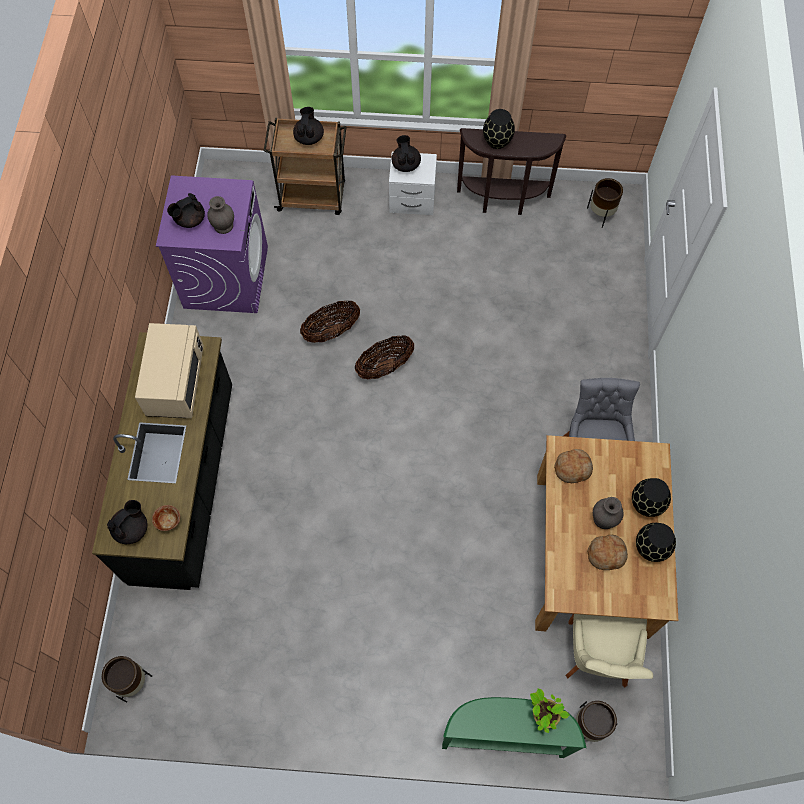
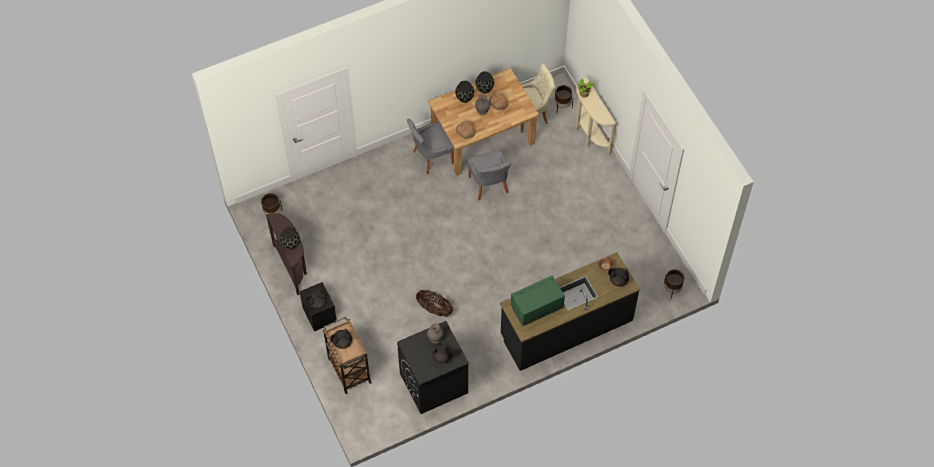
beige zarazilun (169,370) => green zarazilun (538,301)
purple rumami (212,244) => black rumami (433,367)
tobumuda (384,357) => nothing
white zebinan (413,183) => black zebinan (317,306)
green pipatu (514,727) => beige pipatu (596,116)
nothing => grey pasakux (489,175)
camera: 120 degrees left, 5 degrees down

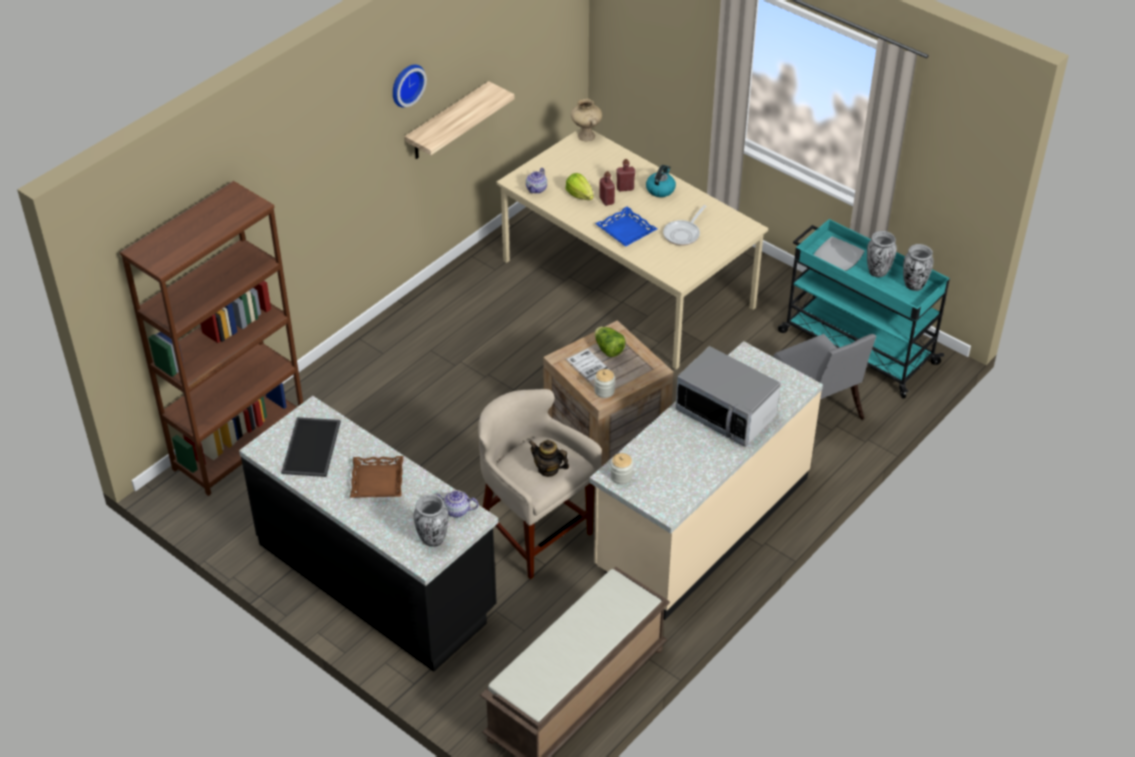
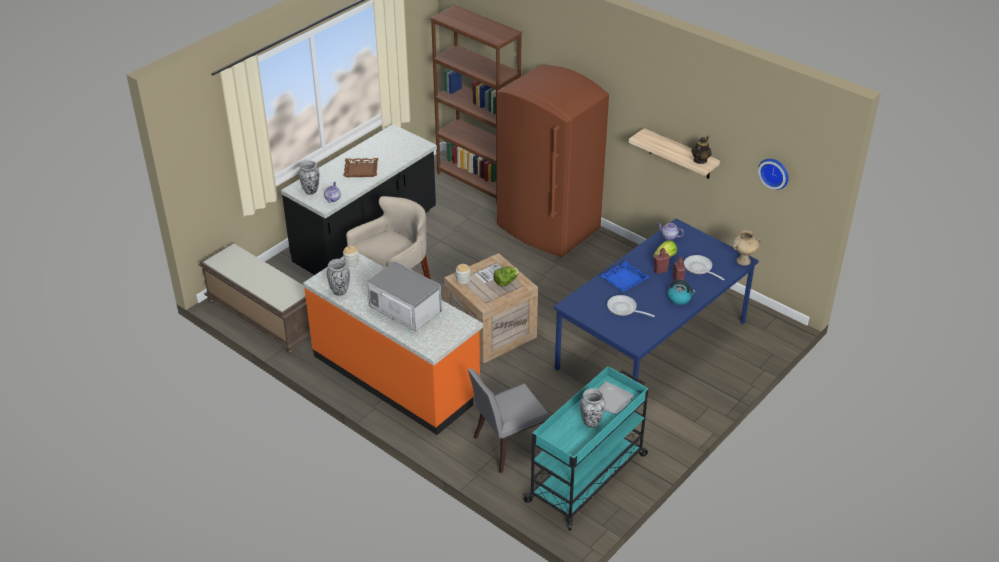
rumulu (311,447) => nothing
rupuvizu (410,86) => rupuvizu (773,174), relocated
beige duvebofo (632,248) => blue duvebofo (656,300)
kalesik (548,458) => kalesik (701,150), relocated
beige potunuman (706,480) => orange potunuman (393,344)
zarazilun (728,396) => zarazilun (404,296), 90 degrees clockwise
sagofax (918,267) => sagofax (338,277), relocated
nothing => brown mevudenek (553,161)
nothing => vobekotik (704,267)
camera: 90 degrees right, 5 degrees down

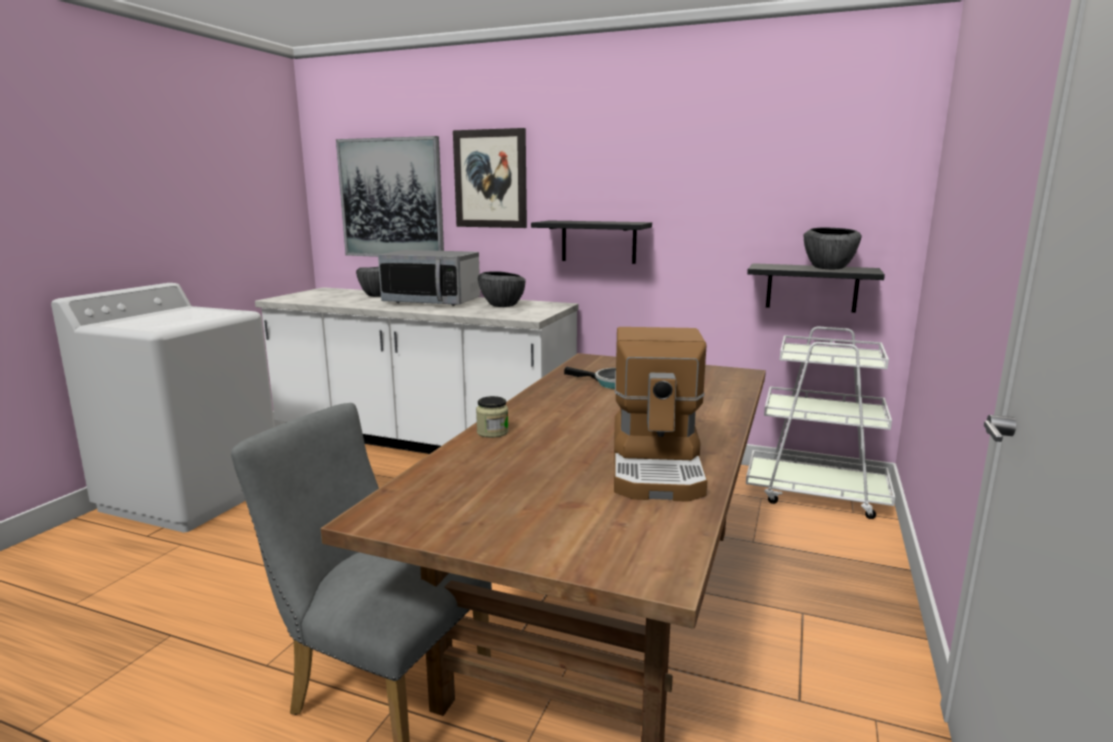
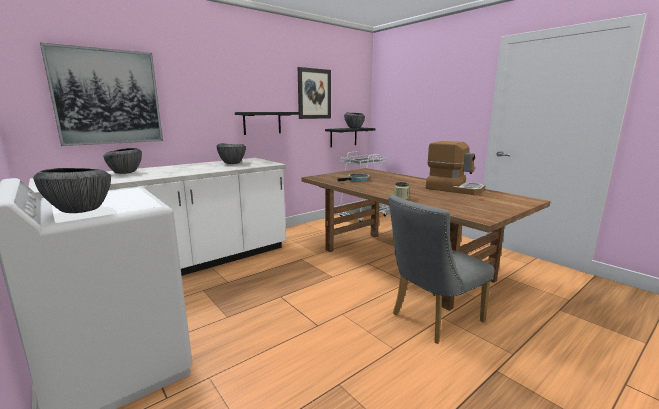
zarazilun (429,278) => nothing
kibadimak (490,178) => kibadimak (314,93), relocated
nothing => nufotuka (72,190)
camera: 60 degrees left, 0 degrees up

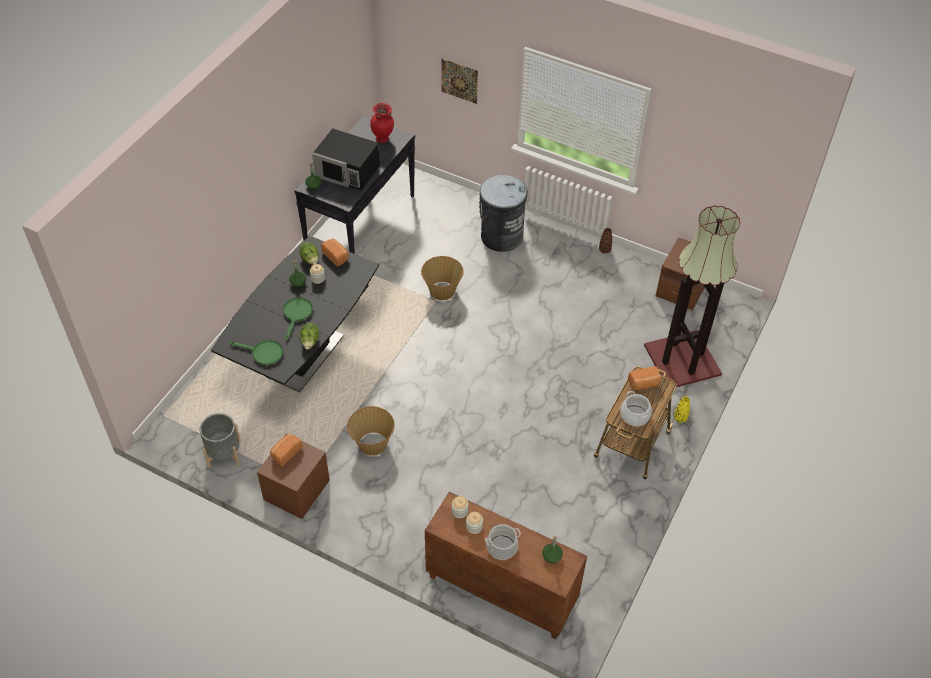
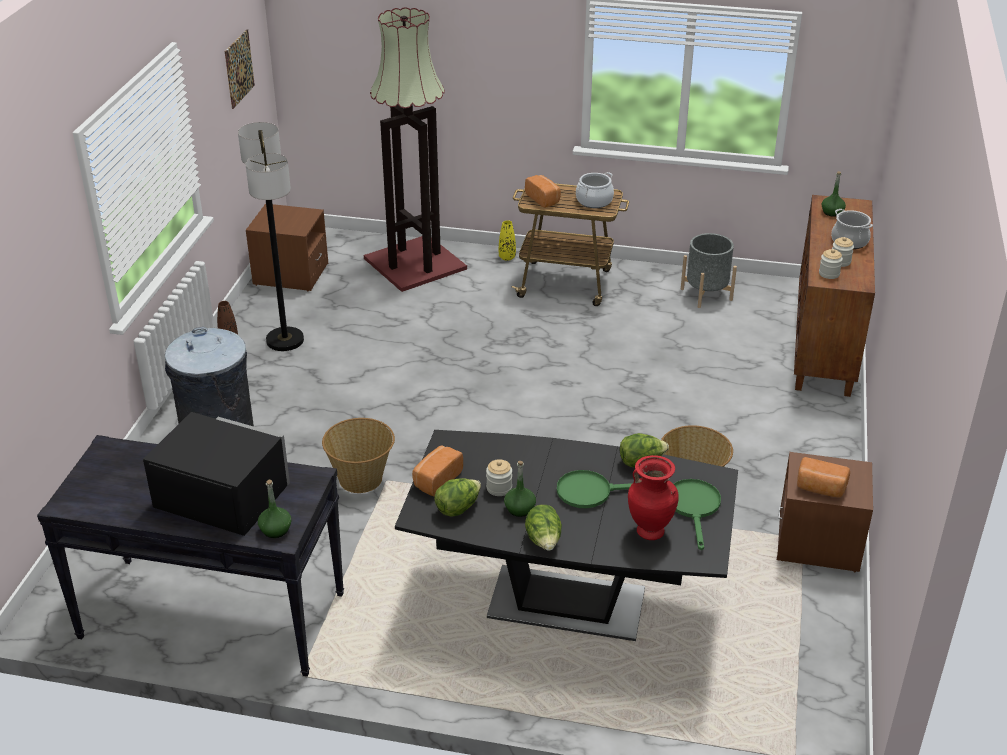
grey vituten (220,440) => grey vituten (709,270), relocated
black zarazilun (346,159) => black zarazilun (216,474), 75 degrees counterclockwise
red sagofax (382,123) => red sagofax (653,497), relocated
kibadimak (459,81) => kibadimak (240,69), relocated
nothing => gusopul (271,236)
nothing => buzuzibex (543,528)
camera: 105 degrees left, 15 degrees down

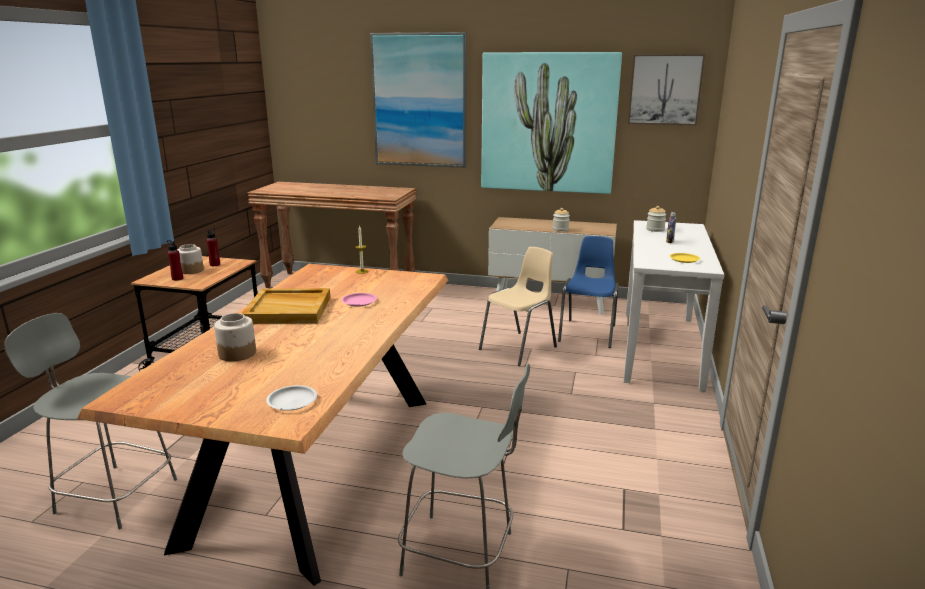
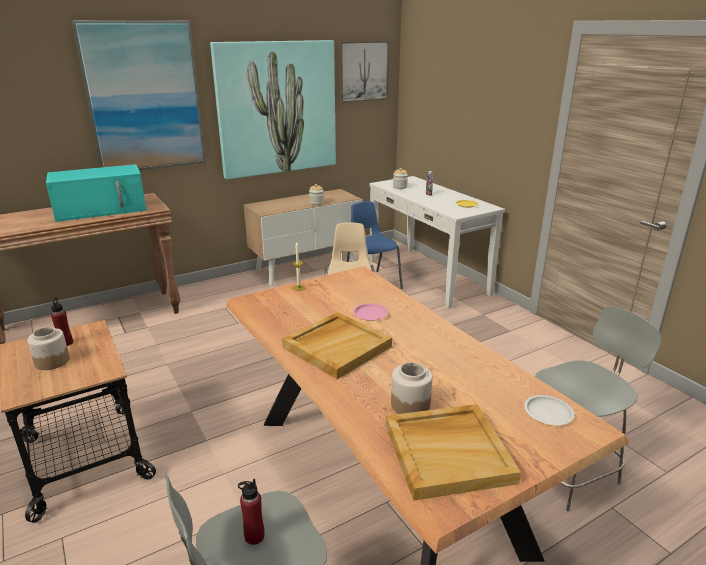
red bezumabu (175,260) => red bezumabu (251,512), relocated
nothing => turquoise zarazilun (96,193)
nothing => beige rumulu (453,452)
camera: 45 degrees left, 5 degrees up

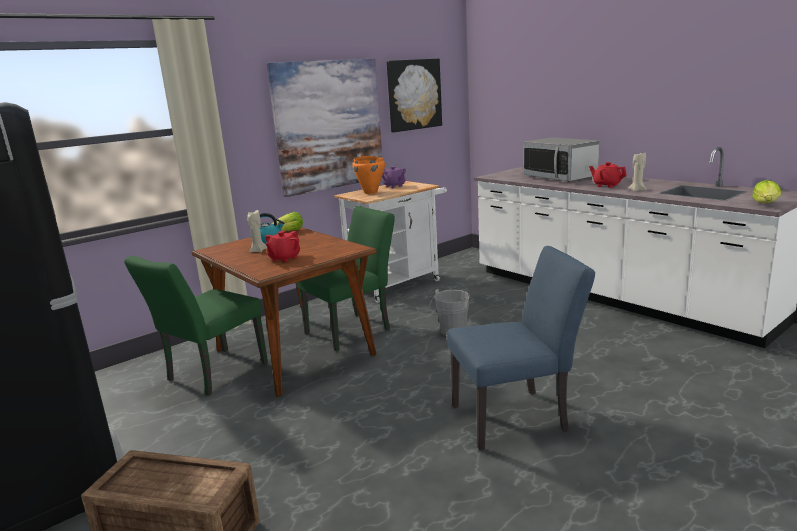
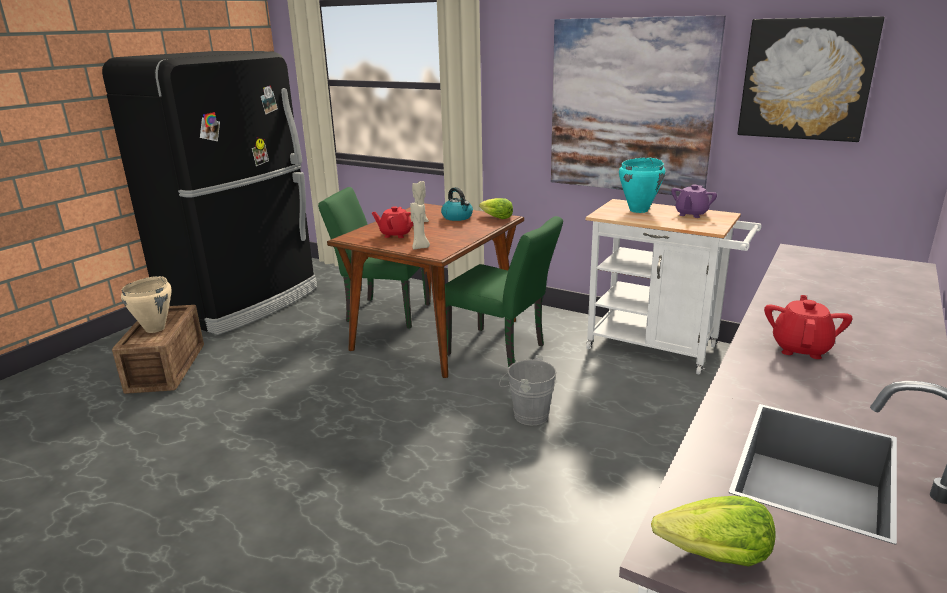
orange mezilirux (368,175) => turquoise mezilirux (642,185)
blue pasakux (521,348) => nothing
zarazilun (561,159) => nothing
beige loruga (637,172) => beige loruga (420,225), relocated
nothing => beige mezilirux (146,304)
camera: 70 degrees right, 5 degrees up

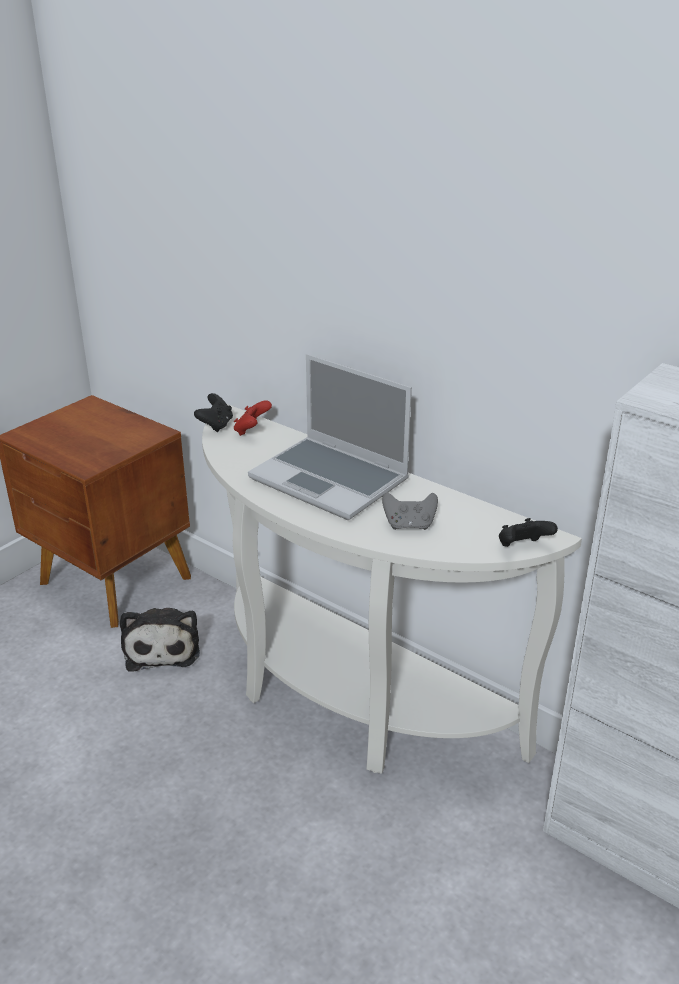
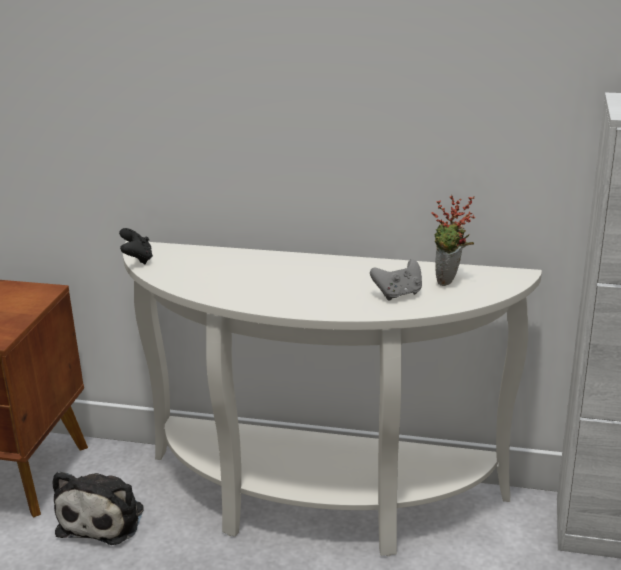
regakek (160,640) => regakek (98,508), 45 degrees clockwise
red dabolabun (253,418) => nothing
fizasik (330,437) => nothing
black dabolabun (528,532) => nothing
nothing => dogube (453,240)
camera: 25 degrees left, 5 degrees down

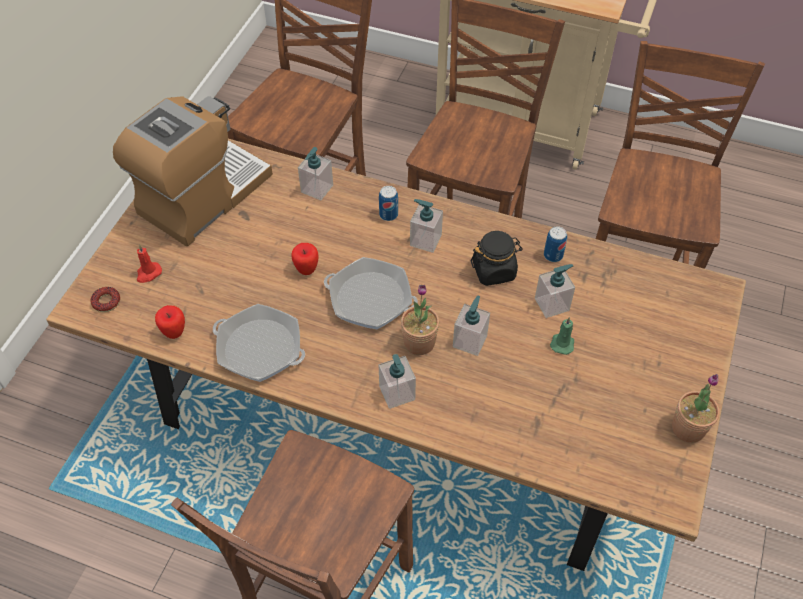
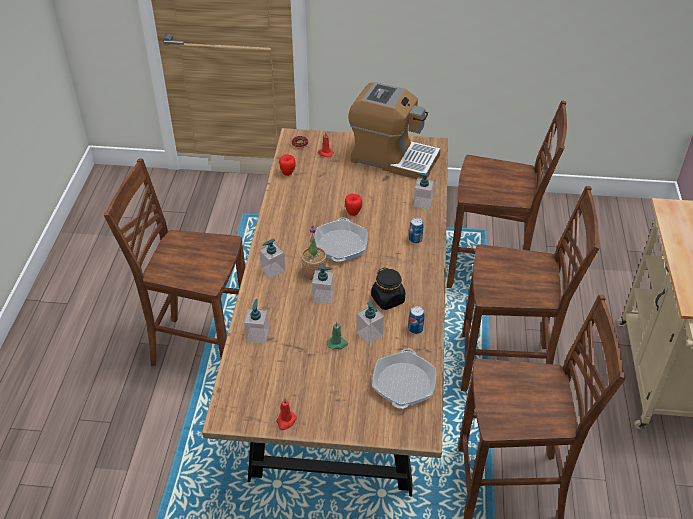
vobekotik (259,343) => vobekotik (404,378), relocated
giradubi (426,226) => giradubi (256,321), relocated
dogube (696,408) => red loruga (287,414)
camera: 75 degrees right, 10 degrees down

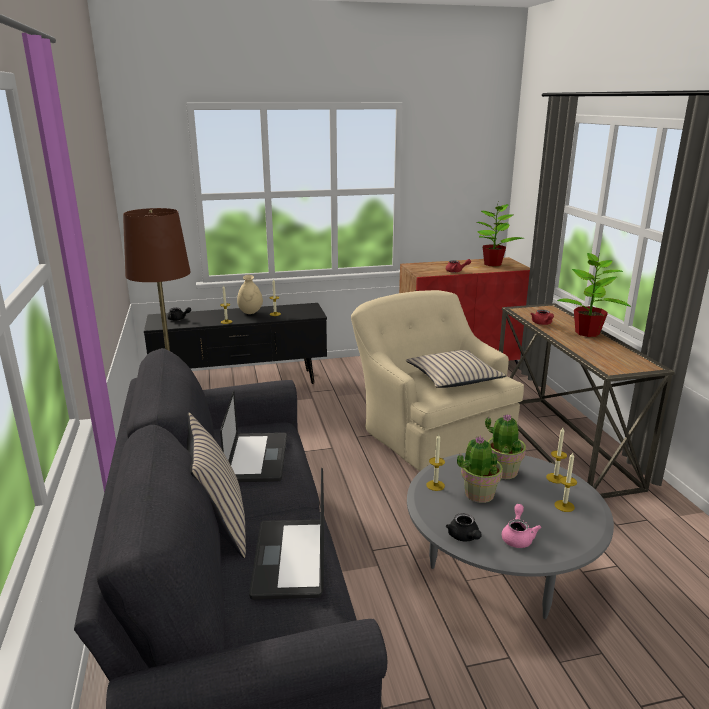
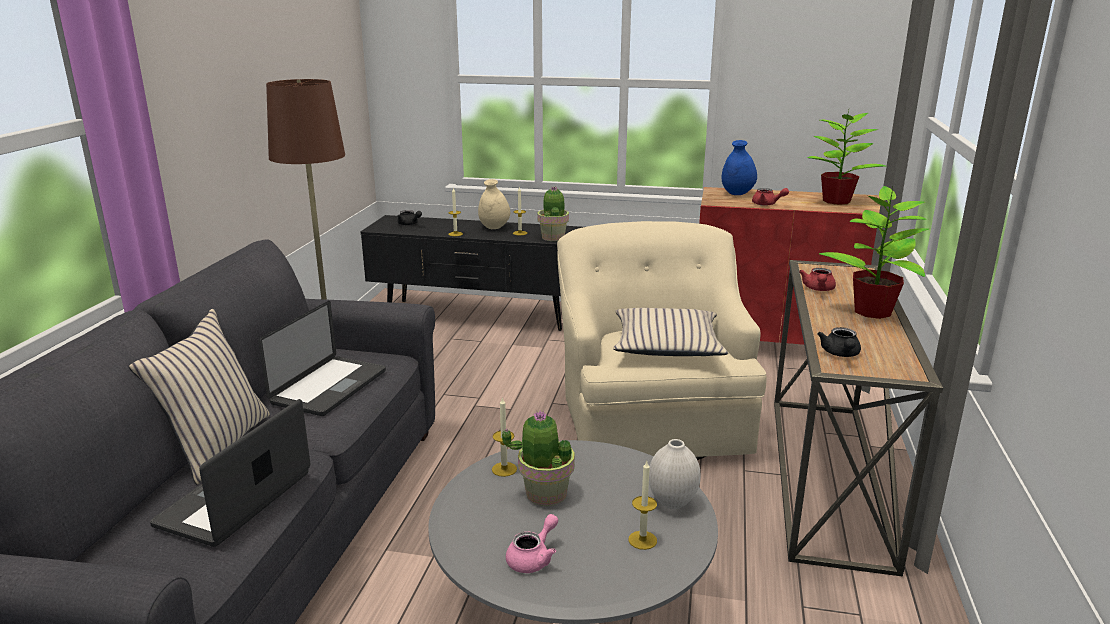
black kalesik (464,527) => black kalesik (839,342), relocated
dogube (505,446) => dogube (553,213), relocated
loruga (556,455) => white sagofax (675,474)
nothing => blue sagofax (739,167)
camera: 25 degrees right, 0 degrees up

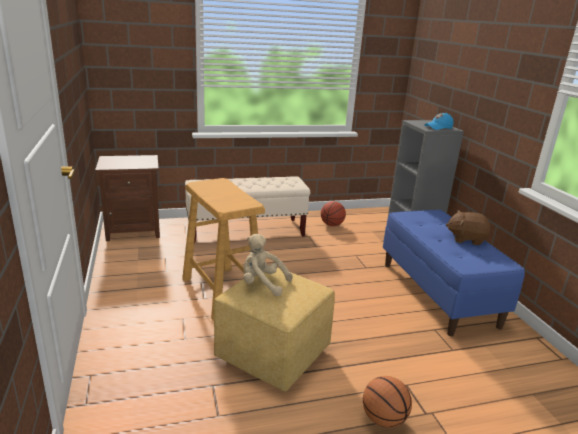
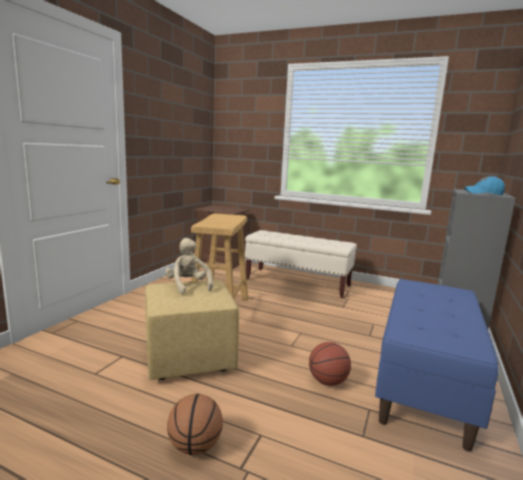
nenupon (333,213) => nenupon (330,364), relocated
brown regakek (468,227) => nothing
camera: 40 degrees right, 10 degrees down

